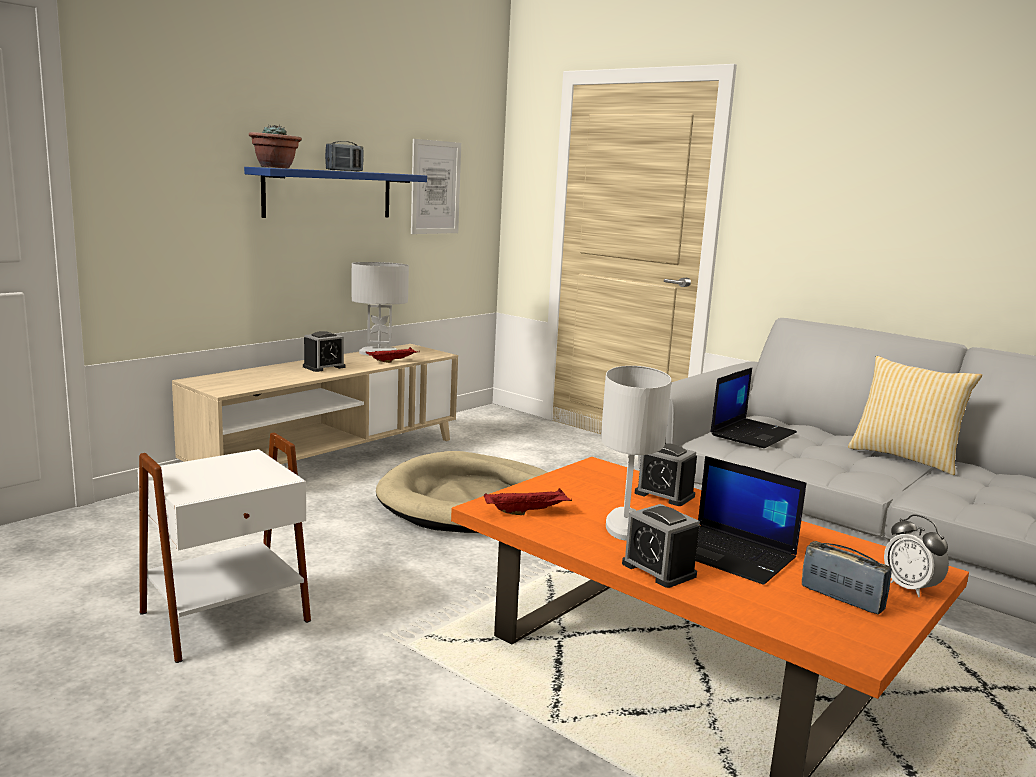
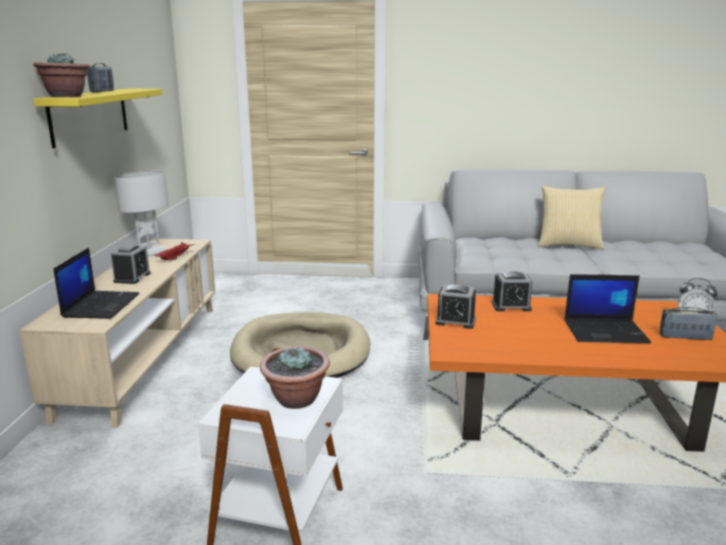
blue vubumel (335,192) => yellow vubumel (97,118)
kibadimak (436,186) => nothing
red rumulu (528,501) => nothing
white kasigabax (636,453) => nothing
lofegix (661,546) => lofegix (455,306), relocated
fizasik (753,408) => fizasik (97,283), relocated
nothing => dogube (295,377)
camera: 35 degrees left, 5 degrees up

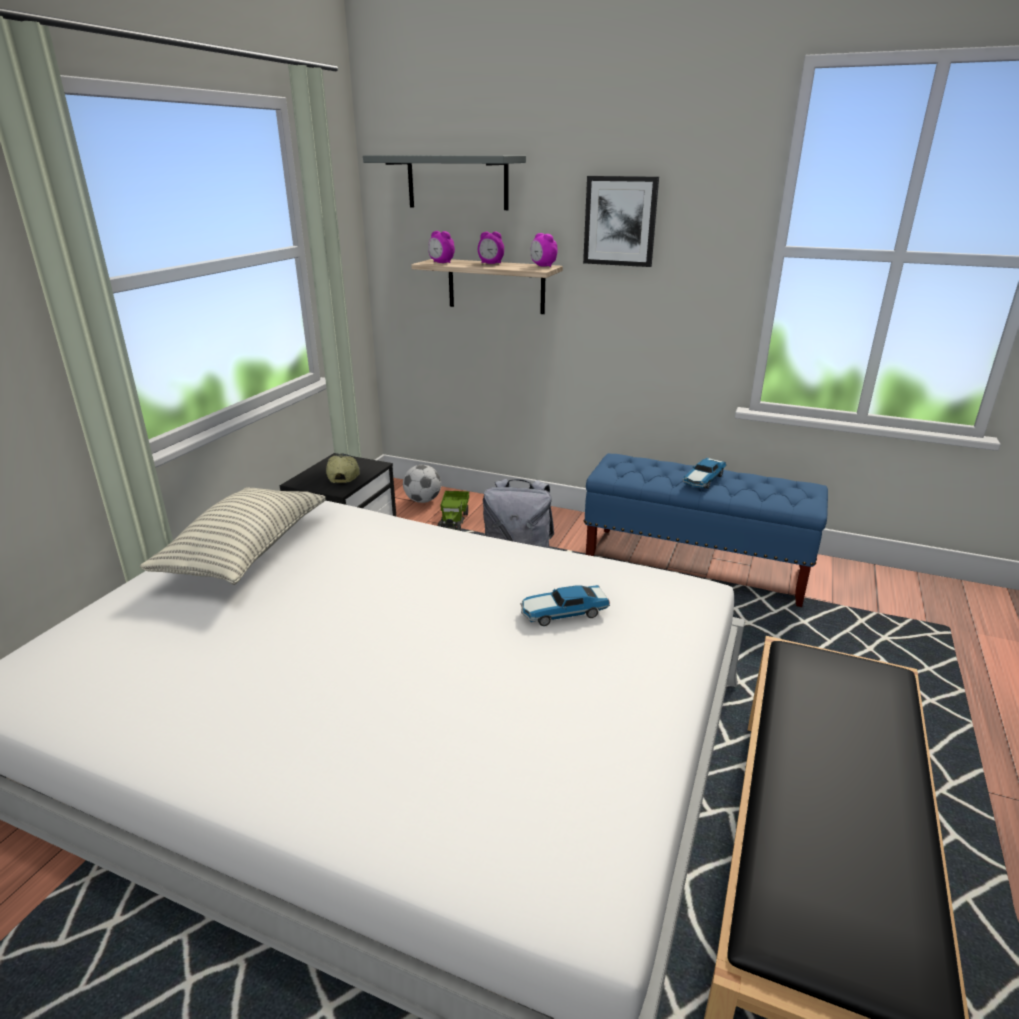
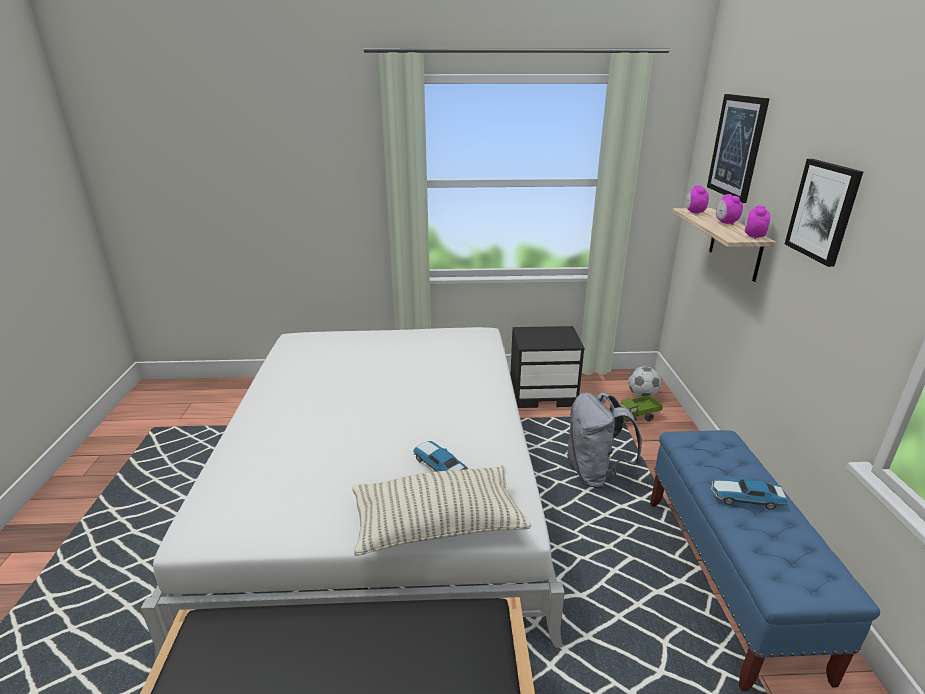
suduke (233,536) => suduke (441,510), relocated
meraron (343,468) => nothing
grey vubumel (444,182) => kibadimak (738,148)
camera: 65 degrees right, 0 degrees up

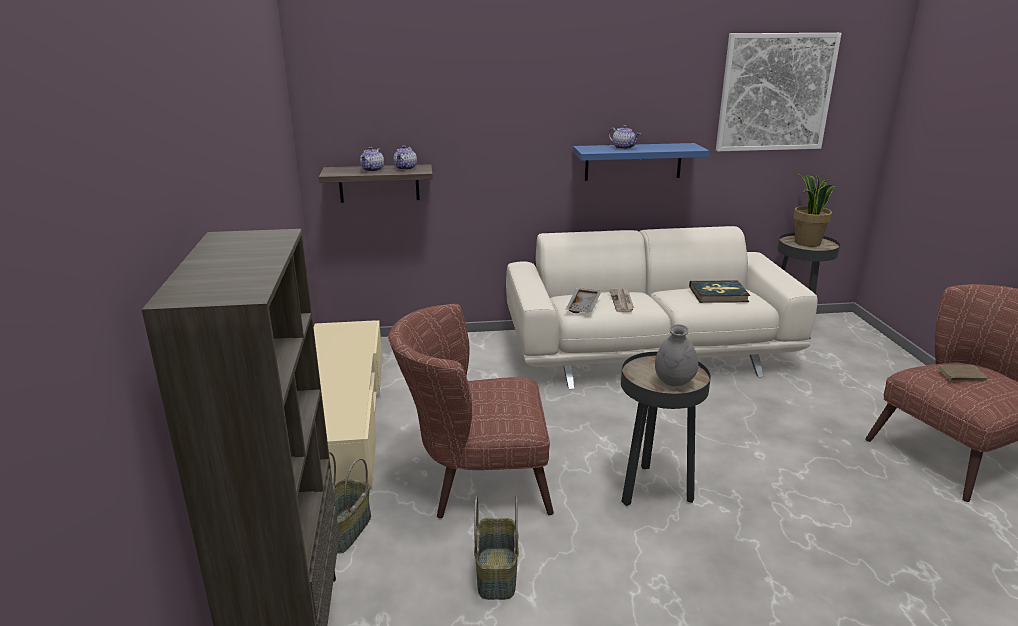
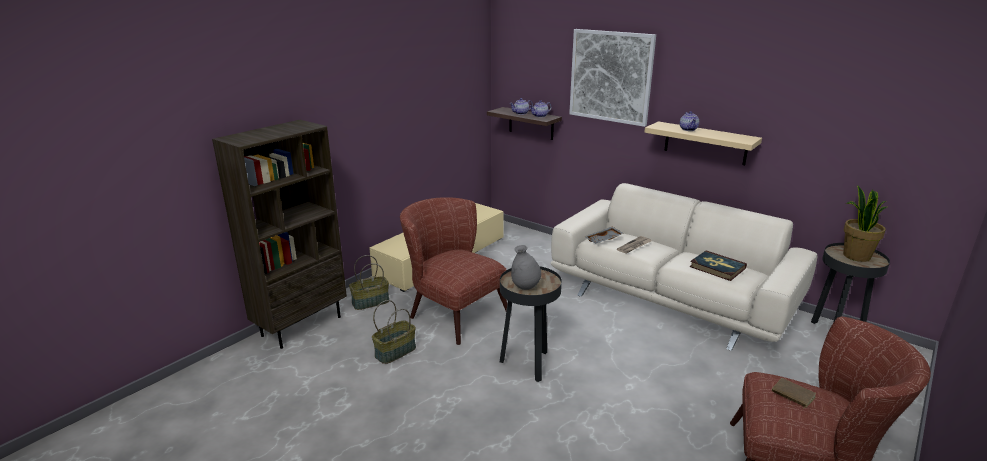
blue vubumel (641,162) => beige vubumel (703,143)
kibadimak (779,92) => kibadimak (612,78), relocated
camera: 45 degrees right, 0 degrees up

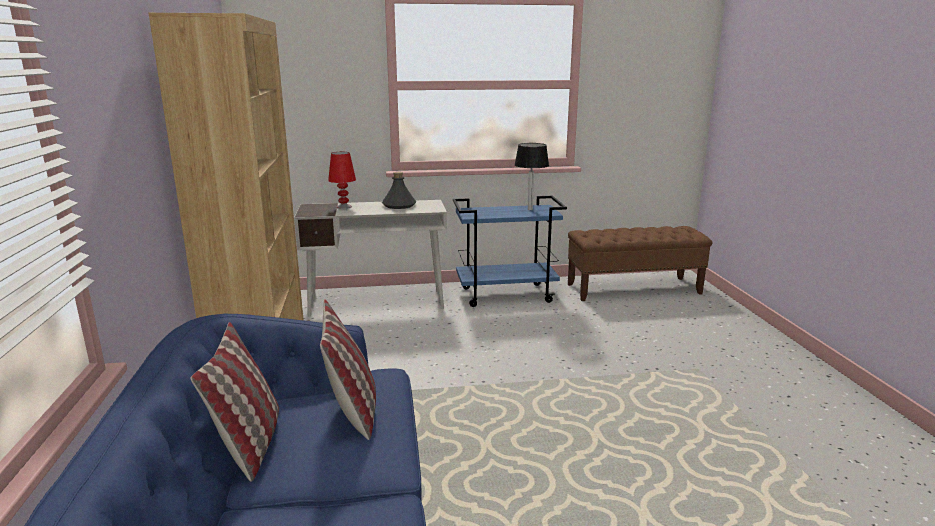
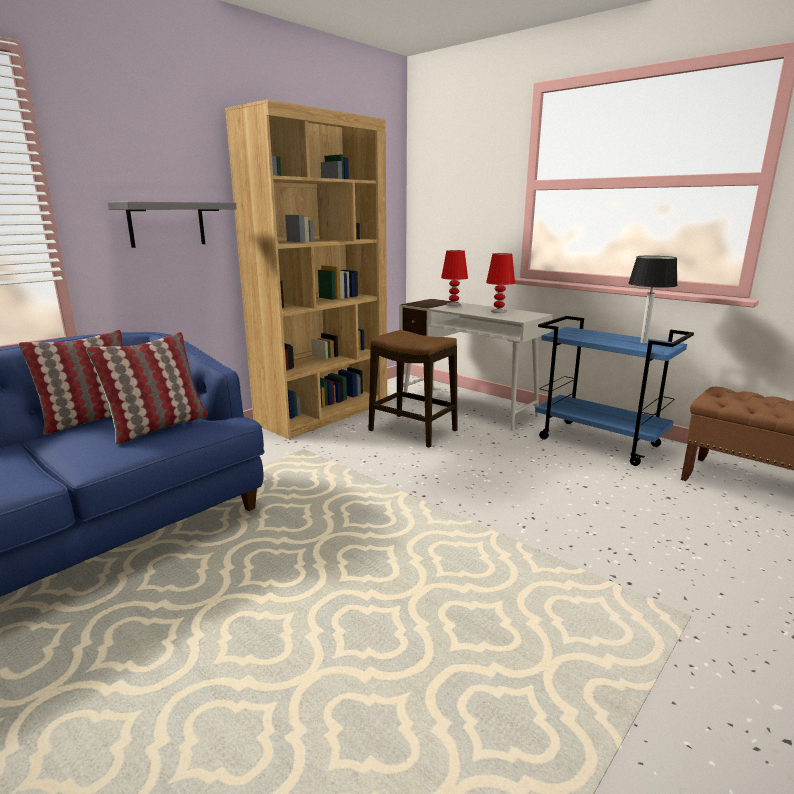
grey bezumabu (399,190) => red kasigabax (500,283)
nothing => grey vubumel (172,225)
nothing => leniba (412,389)
camera: 50 degrees right, 0 degrees up

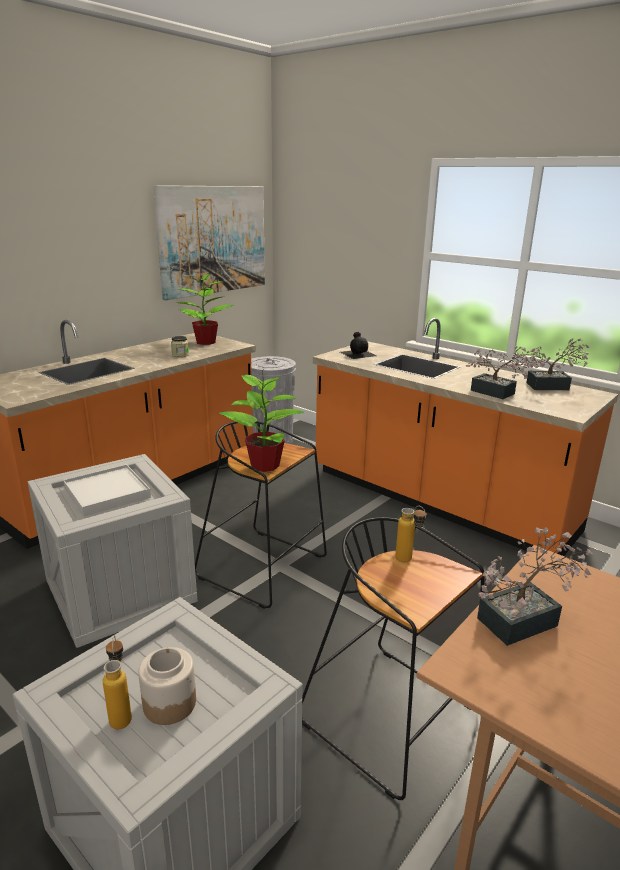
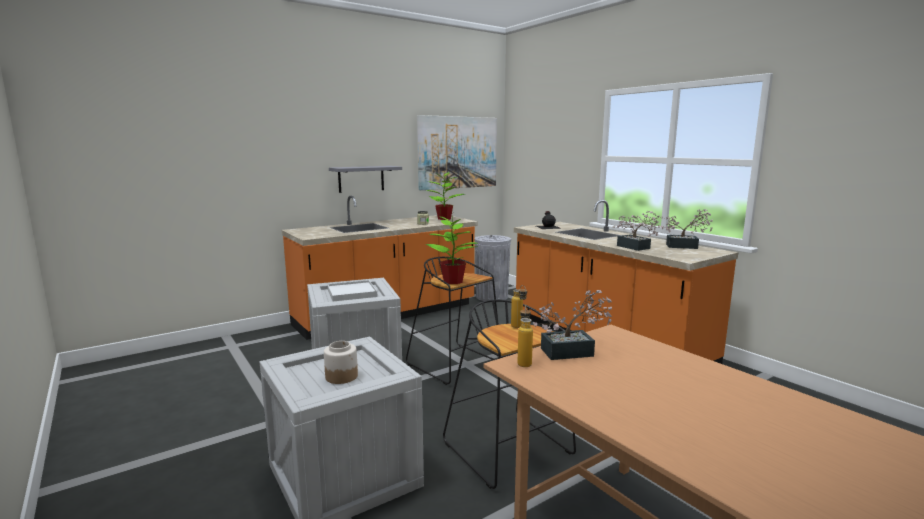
bezumabu (117,682) => bezumabu (525,336), relocated
nothing => grey vubumel (365,179)
camera: 15 degrees right, 10 degrees down

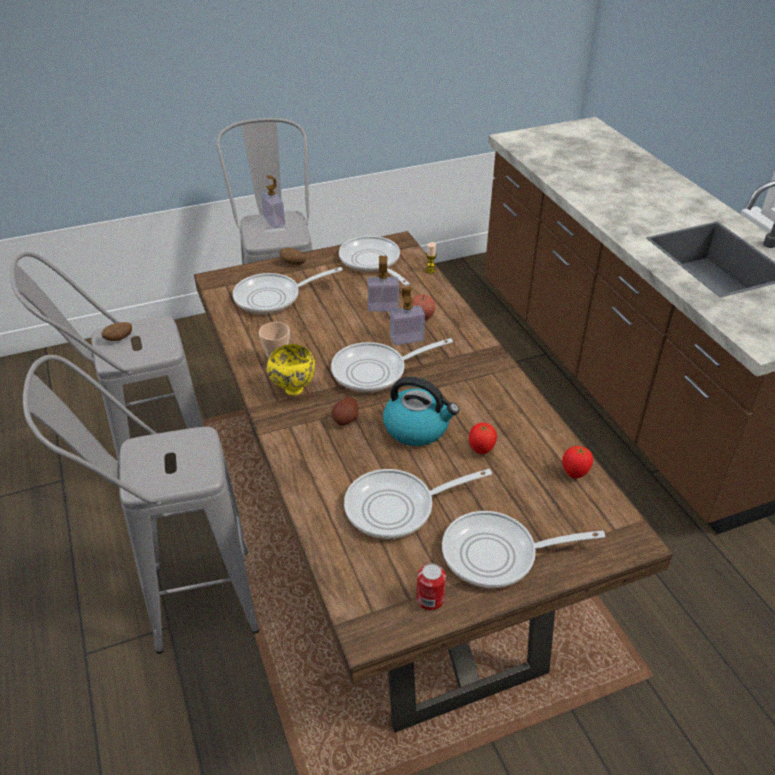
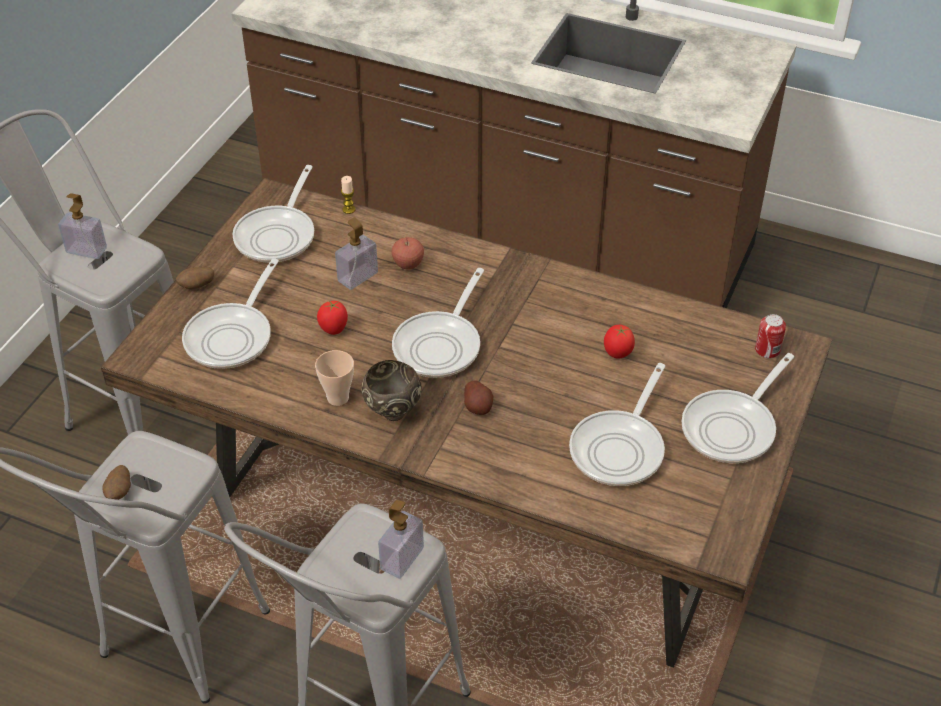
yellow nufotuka (291,370) => brown nufotuka (391,390)
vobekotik (374,261) => vobekotik (273,214), 90 degrees counterclockwise
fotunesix (421,411) => nothing
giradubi (407,316) => giradubi (401,539), relocated
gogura (431,587) => gogura (770,336), relocated
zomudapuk (577,462) => zomudapuk (332,318), relocated
camera: 45 degrees left, 5 degrees up

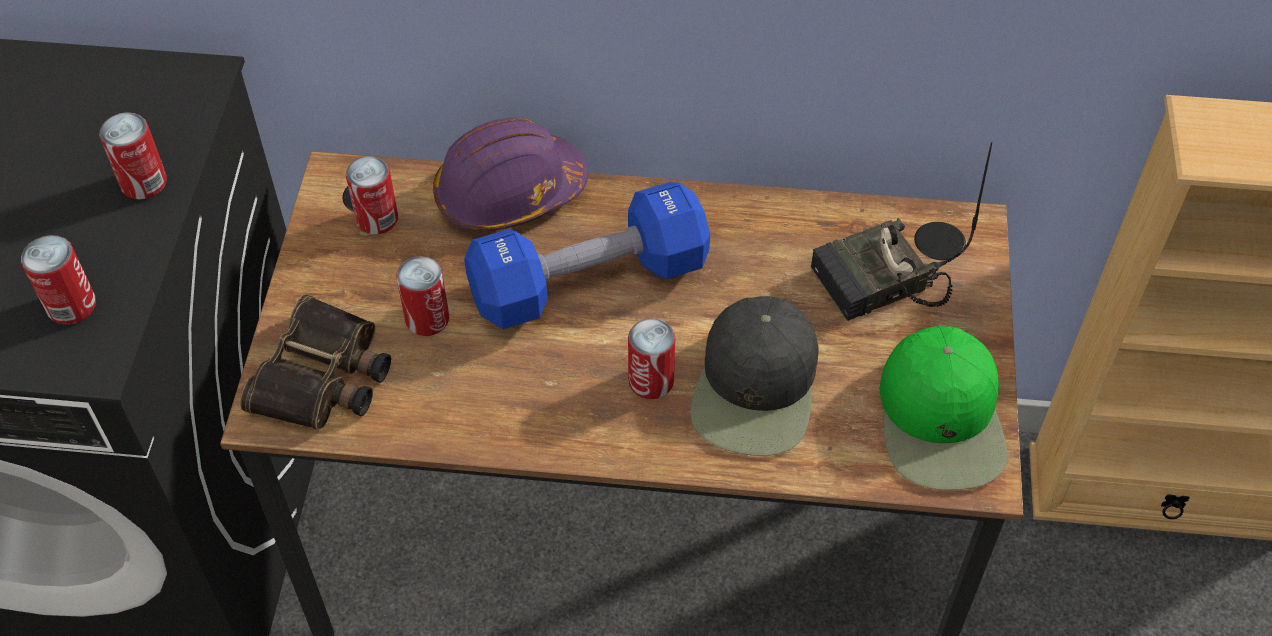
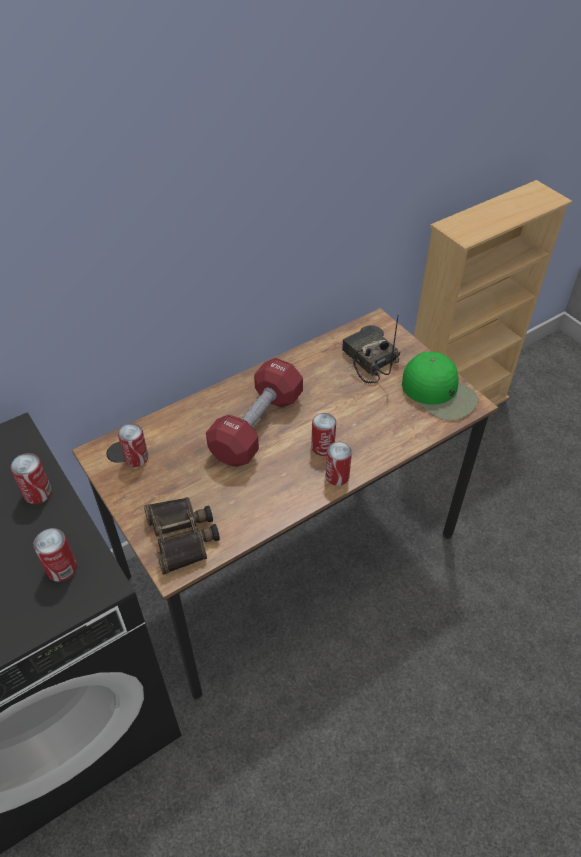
gogura (422,296) => gogura (338,464), relocated
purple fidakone (510,174) => nothing
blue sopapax (587,255) => red sopapax (254,412)
black meraron (754,376) => nothing
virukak (902,231) => virukak (371,349), 120 degrees clockwise
camera: 40 degrees left, 5 degrees down

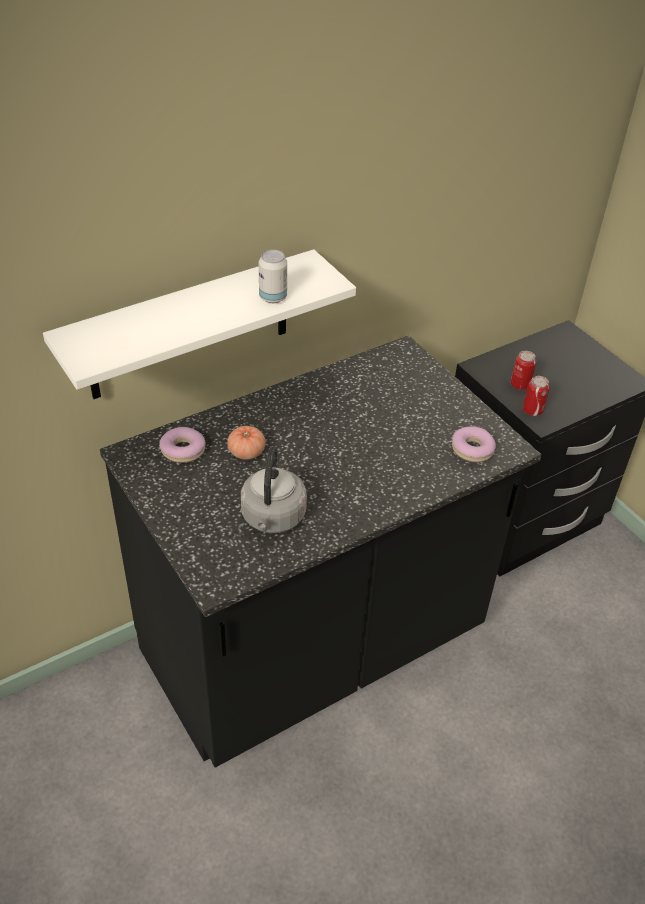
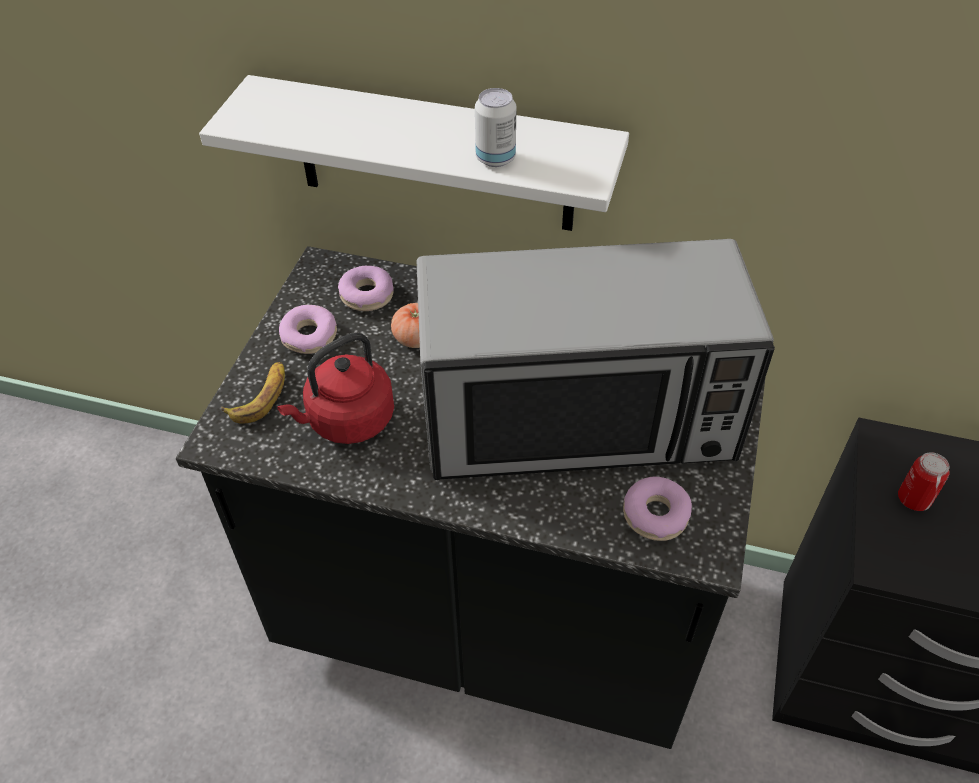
grey fotunesix (274,490) => red fotunesix (335,388)
gogura (536,396) => nothing
nothing => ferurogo (253,393)
nothing => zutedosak (308,329)
nothing => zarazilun (596,359)
camera: 50 degrees right, 5 degrees up

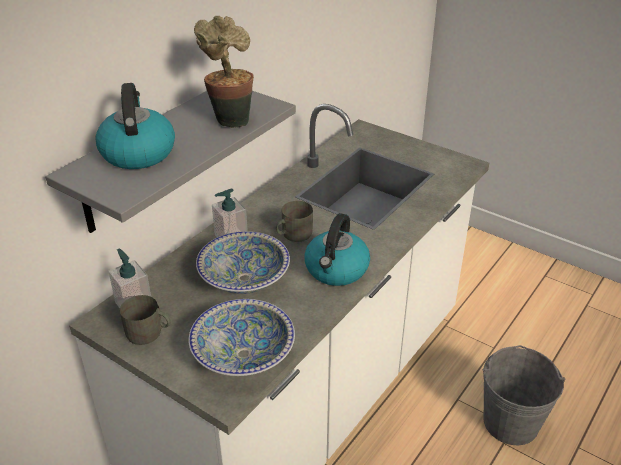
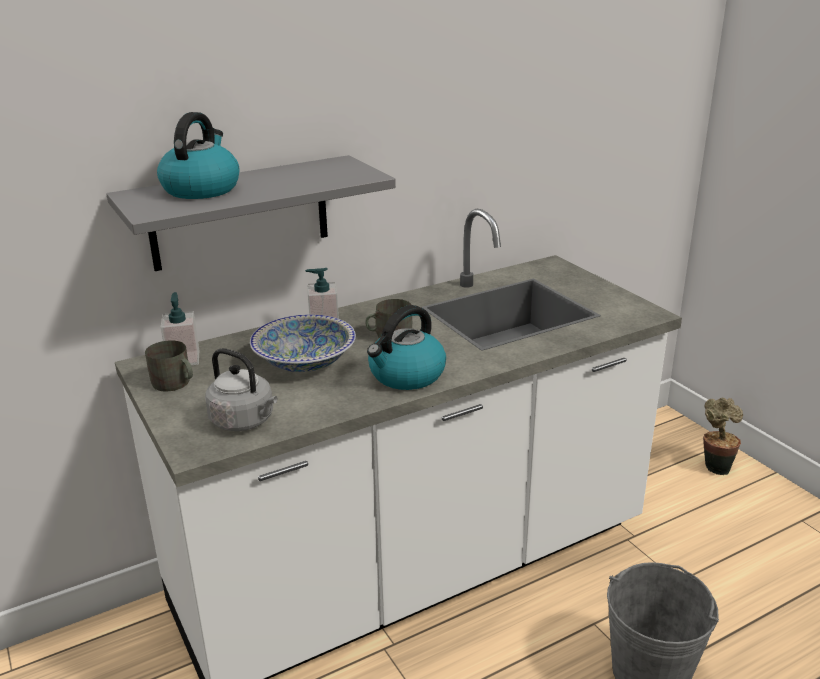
nufotuka (241,337) => grey fotunesix (241,389)
dogube (224,72) => dogube (723,436), relocated
camera: 25 degrees right, 10 degrees down

